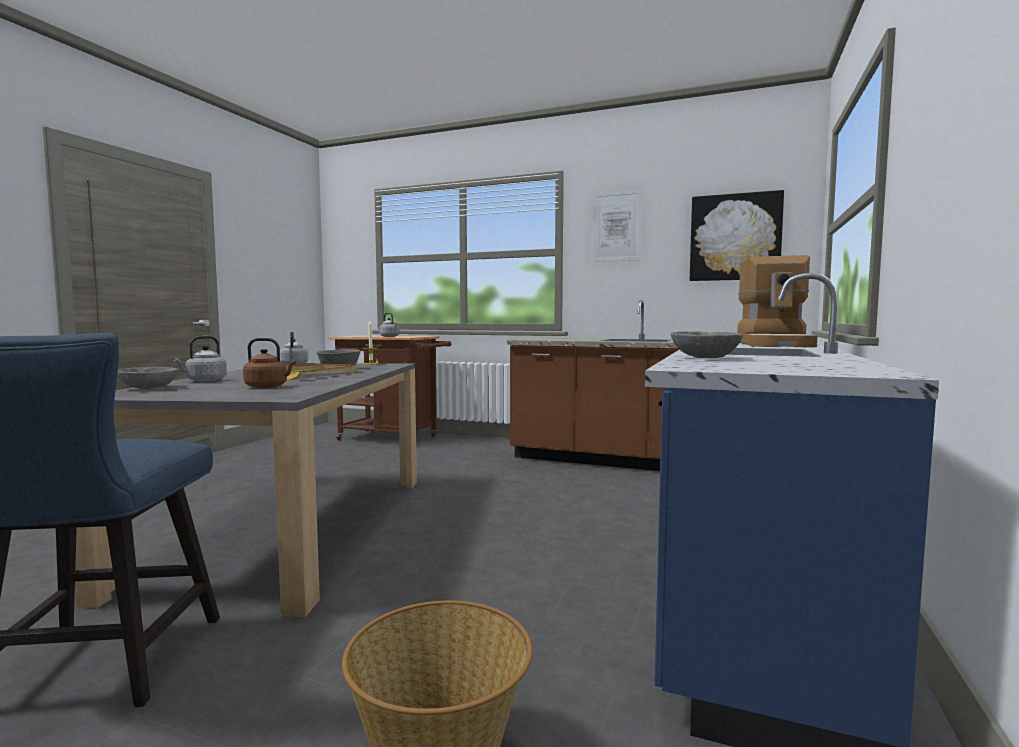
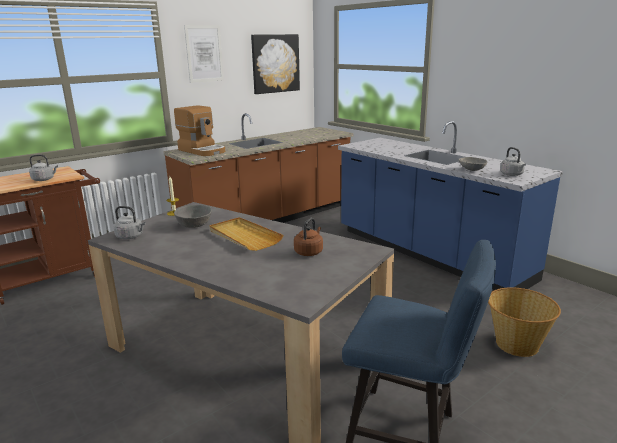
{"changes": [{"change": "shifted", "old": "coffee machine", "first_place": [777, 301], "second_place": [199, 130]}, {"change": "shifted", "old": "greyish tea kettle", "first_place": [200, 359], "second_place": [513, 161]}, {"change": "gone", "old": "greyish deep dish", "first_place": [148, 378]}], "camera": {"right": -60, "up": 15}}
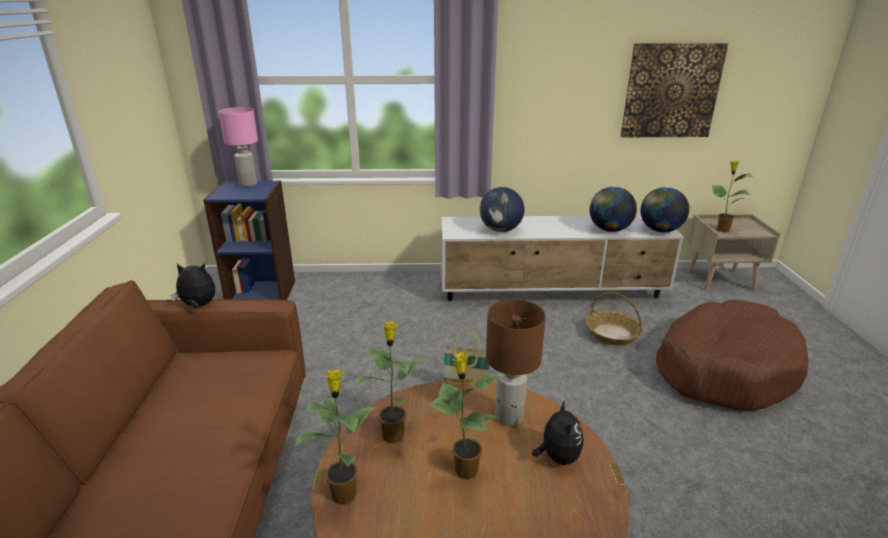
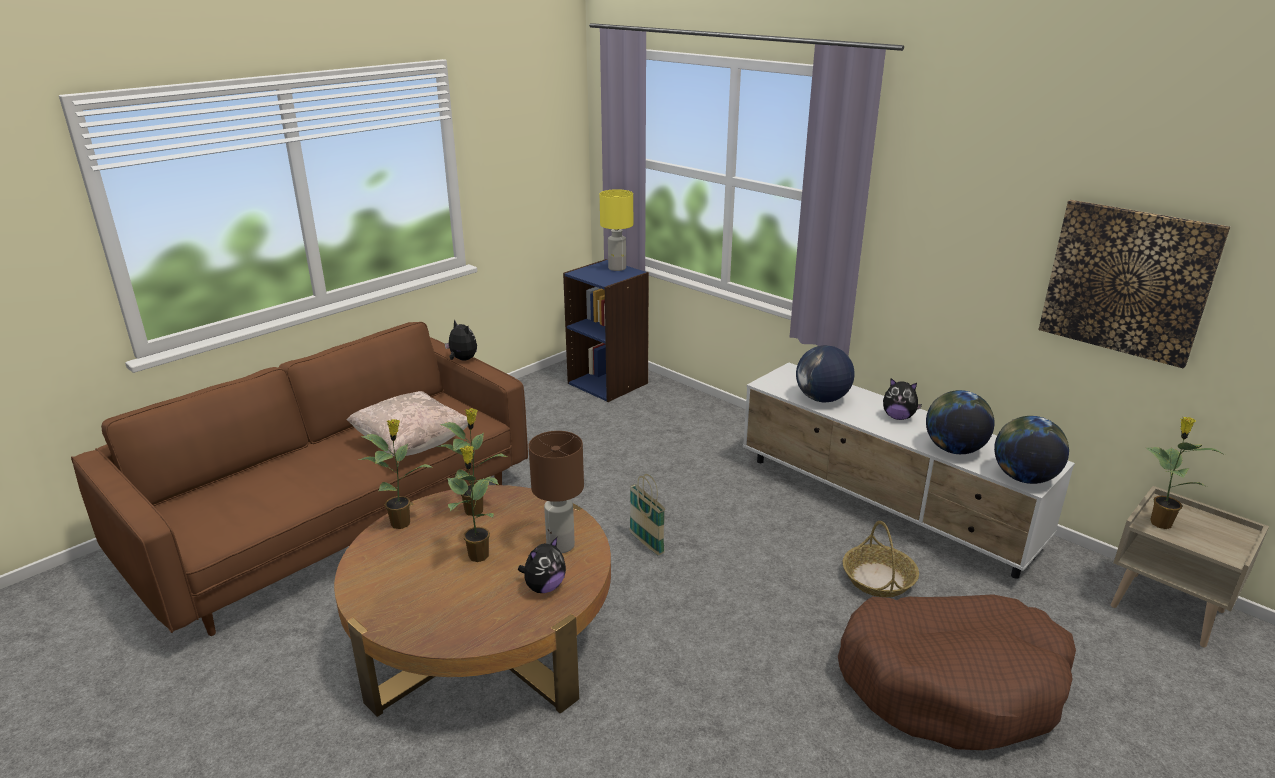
{"changes": [{"change": "new", "new": "beige cushion", "second_place": [407, 423]}, {"change": "repainted", "old": "pinkish tabletop lamp", "new": "yellow-coloured tabletop lamp", "first_place": [238, 147], "second_place": [616, 230]}, {"change": "new", "new": "soft toy", "second_place": [902, 399]}], "camera": {"right": 45, "up": 0}}
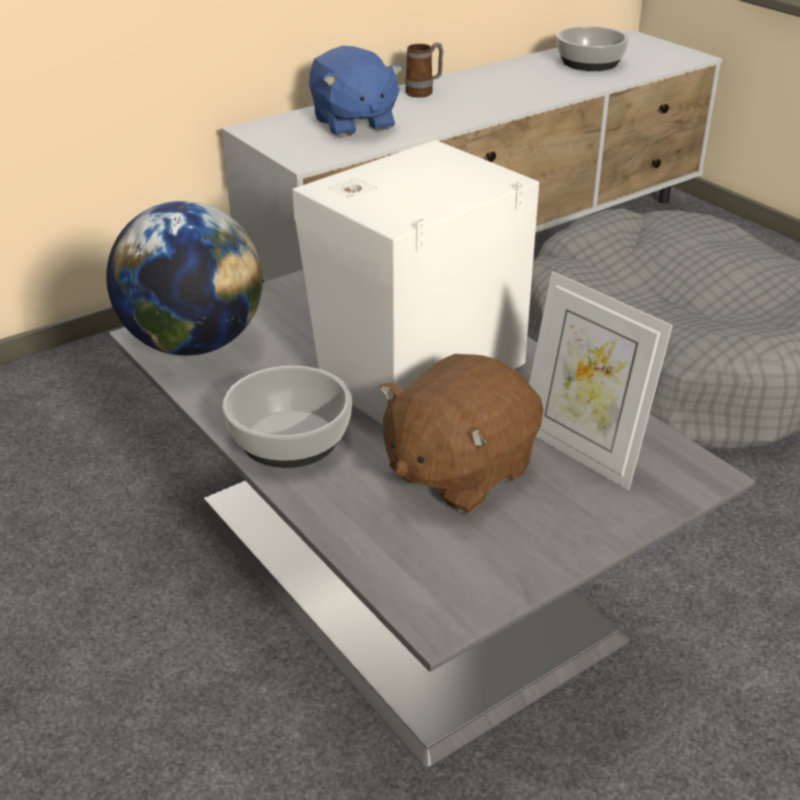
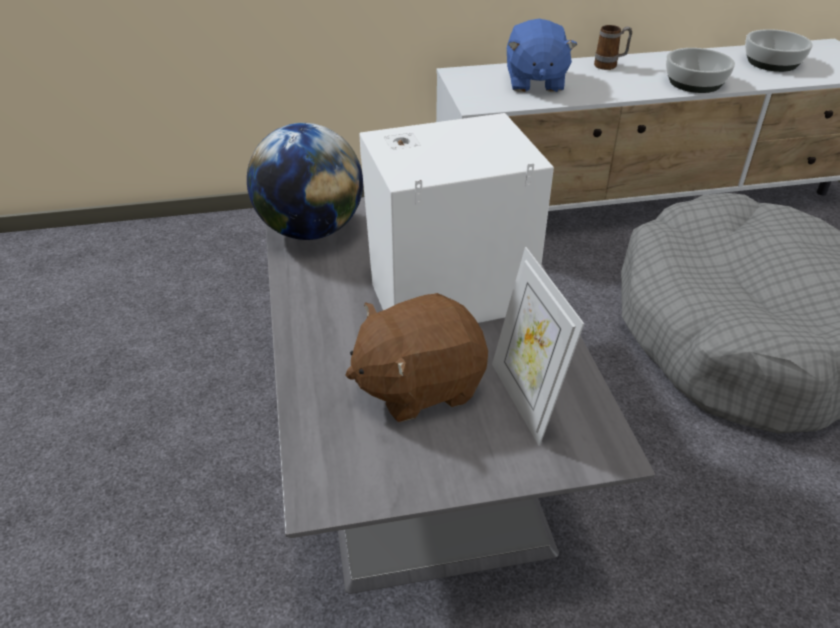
{"changes": [{"change": "shifted", "old": "deep dish", "first_place": [287, 417], "second_place": [700, 70]}], "camera": {"right": 25, "up": 5}}
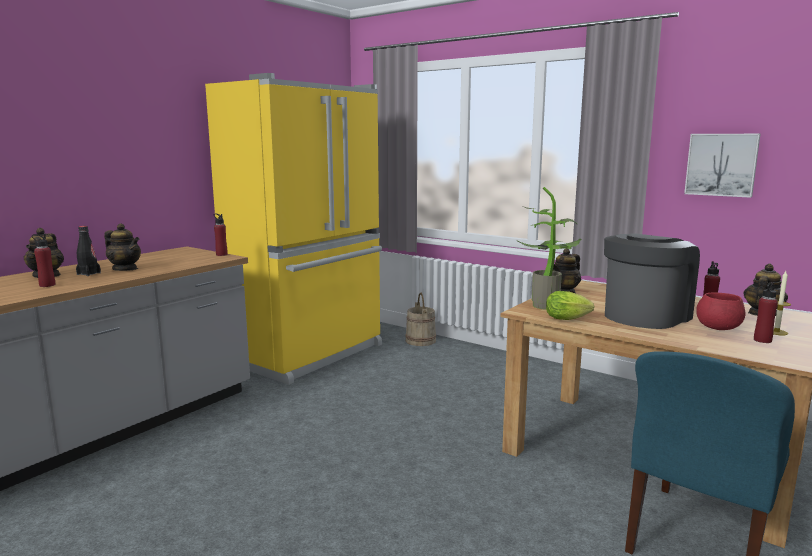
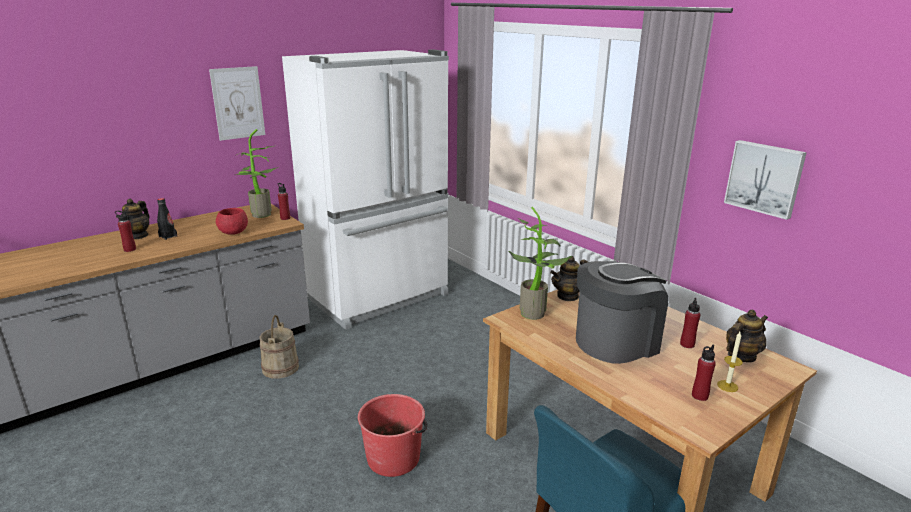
{"changes": [{"change": "new", "new": "wall picture", "second_place": [237, 103]}, {"change": "shifted", "old": "reddish deep dish", "first_place": [721, 311], "second_place": [232, 221]}, {"change": "new", "new": "houseplant", "second_place": [256, 173]}, {"change": "shifted", "old": "beige water bucket", "first_place": [420, 319], "second_place": [279, 347]}, {"change": "repainted", "old": "yellow-coloured refrigerator", "new": "white-coloured refrigerator", "first_place": [293, 229], "second_place": [365, 190]}, {"change": "new", "new": "reddish water bucket", "second_place": [393, 435]}, {"change": "gone", "old": "teapot", "first_place": [122, 247]}, {"change": "gone", "old": "lettuce head", "first_place": [570, 305]}], "camera": {"right": 15, "up": 10}}
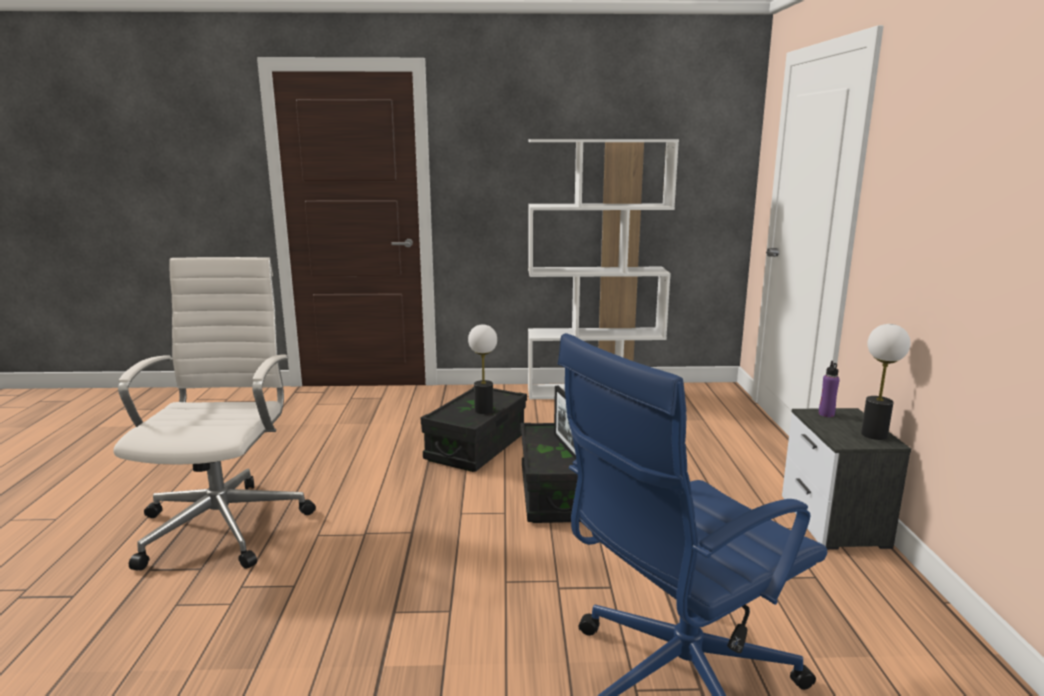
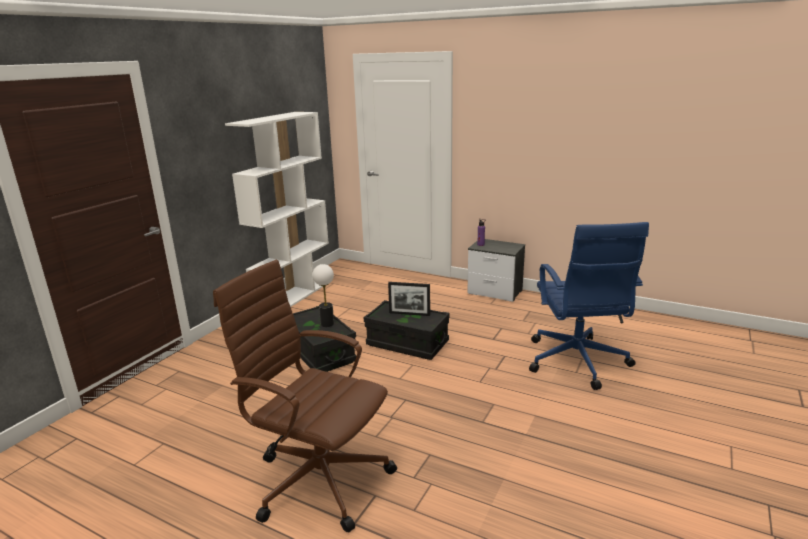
{"changes": [{"change": "repainted", "old": "white-coloured desk chair", "new": "brown desk chair", "first_place": [214, 414], "second_place": [305, 396]}, {"change": "gone", "old": "tabletop lamp", "first_place": [885, 382]}], "camera": {"right": -60, "up": 5}}
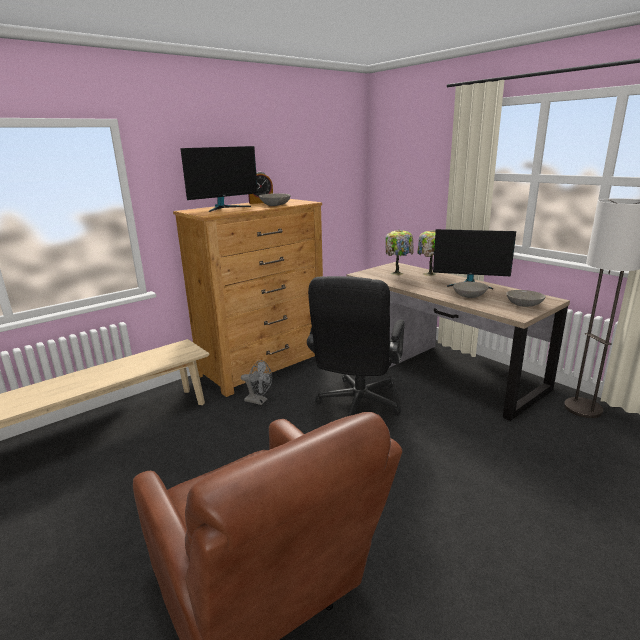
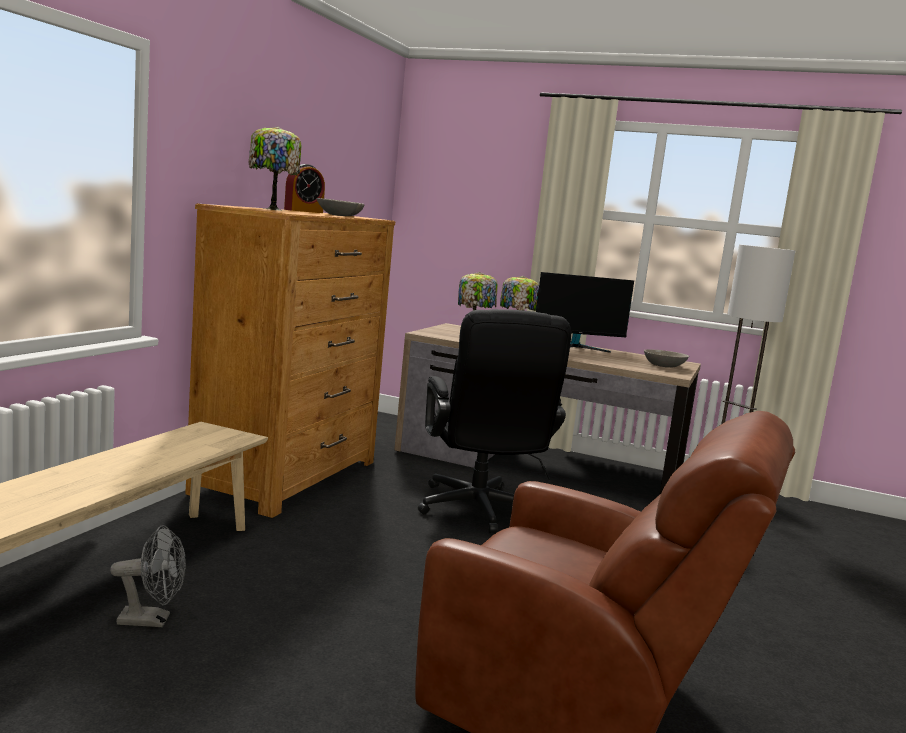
{"changes": [{"change": "shifted", "old": "greyish electric fan", "first_place": [256, 382], "second_place": [148, 576]}, {"change": "swapped", "old": "computer screen", "new": "tabletop lamp", "first_place": [219, 179], "second_place": [274, 168]}, {"change": "gone", "old": "greyish deep dish", "first_place": [470, 290]}], "camera": {"right": -30, "up": -10}}
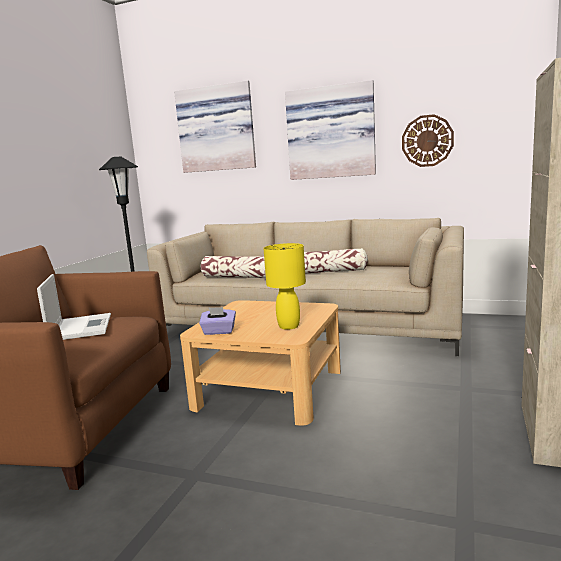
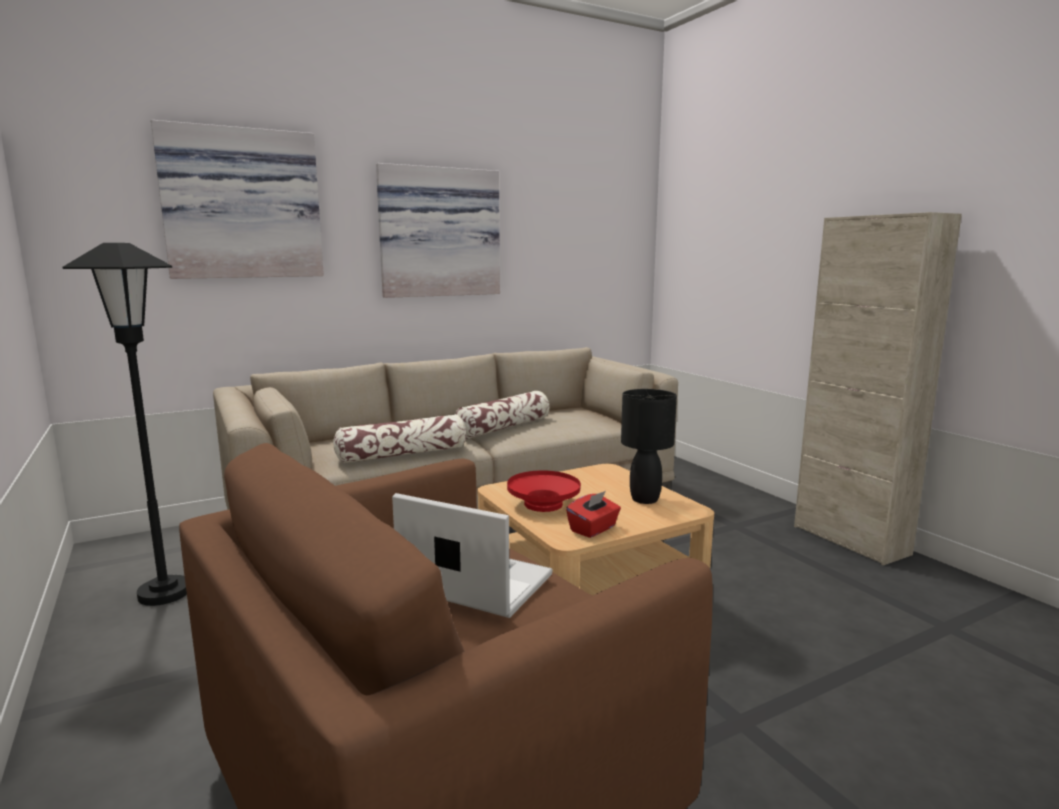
{"changes": [{"change": "new", "new": "reddish deep dish", "second_place": [544, 491]}, {"change": "repainted", "old": "purplish tissue box", "new": "reddish tissue box", "first_place": [217, 321], "second_place": [593, 514]}, {"change": "repainted", "old": "yellow-coloured tabletop lamp", "new": "black-coloured tabletop lamp", "first_place": [284, 286], "second_place": [649, 446]}, {"change": "gone", "old": "wall clock", "first_place": [428, 140]}], "camera": {"right": -50, "up": 0}}
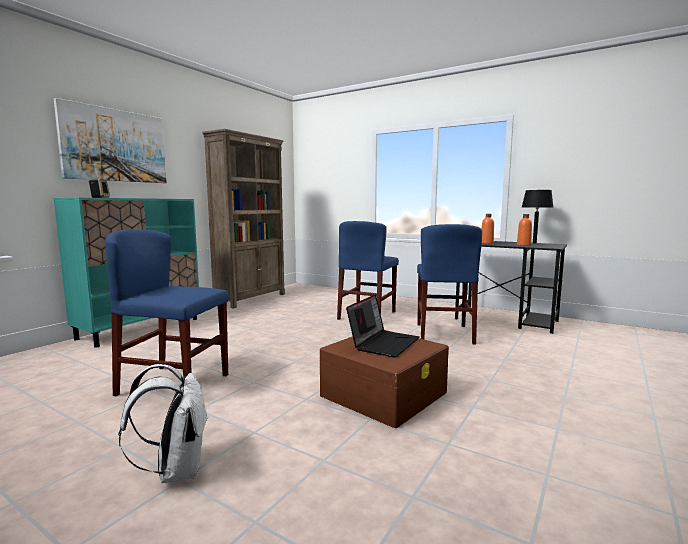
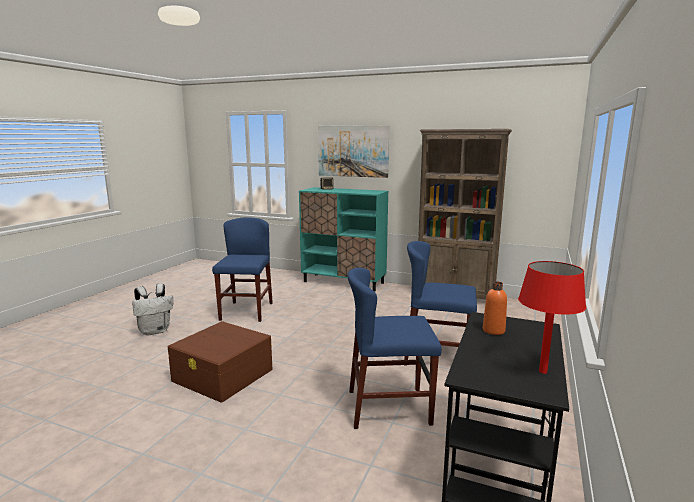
{"changes": [{"change": "repainted", "old": "black-coloured tabletop lamp", "new": "reddish tabletop lamp", "first_place": [538, 217], "second_place": [552, 317]}, {"change": "gone", "old": "laptop", "first_place": [382, 326]}, {"change": "gone", "old": "orange-coloured beverage bottle", "first_place": [524, 230]}], "camera": {"right": 80, "up": 5}}
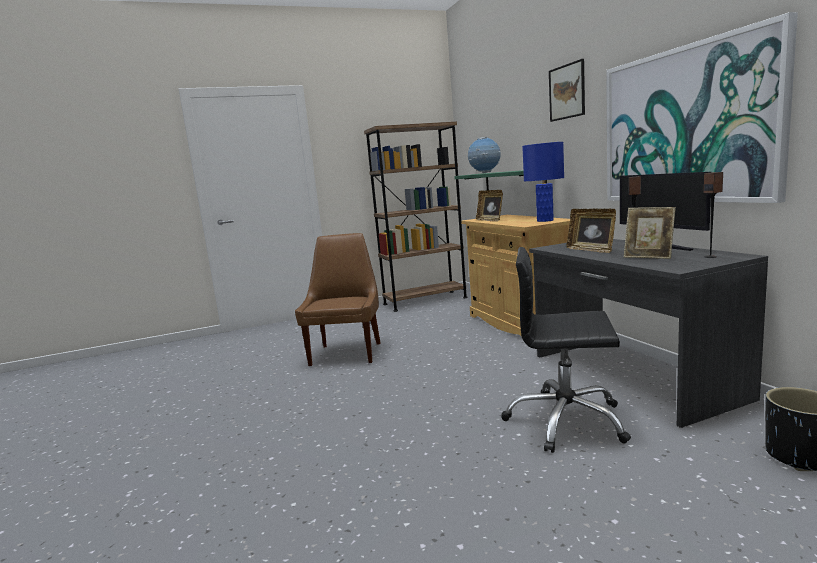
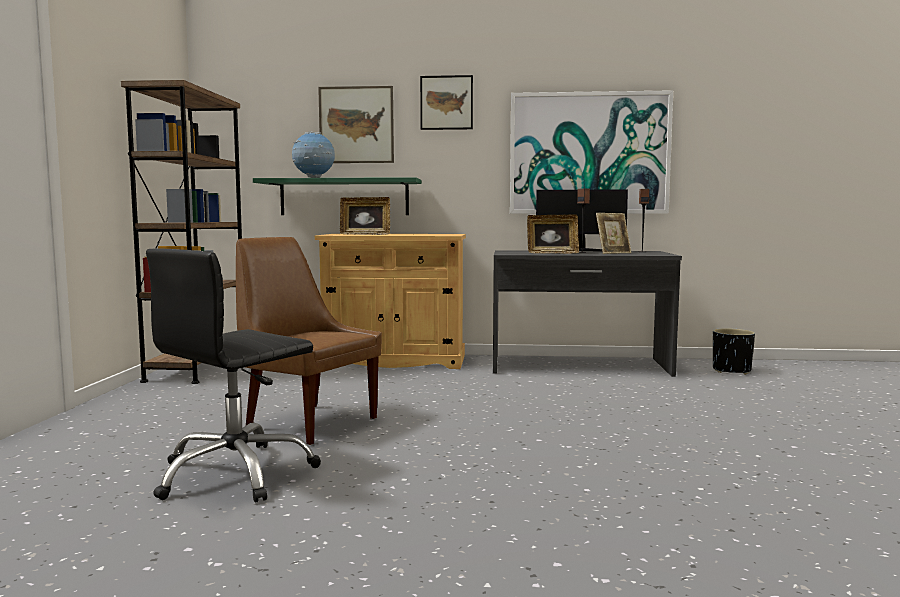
{"changes": [{"change": "shifted", "old": "black-coloured desk chair", "first_place": [566, 350], "second_place": [233, 375]}, {"change": "new", "new": "wall picture", "second_place": [356, 124]}, {"change": "gone", "old": "blue-coloured tabletop lamp", "first_place": [543, 182]}], "camera": {"right": -65, "up": -5}}
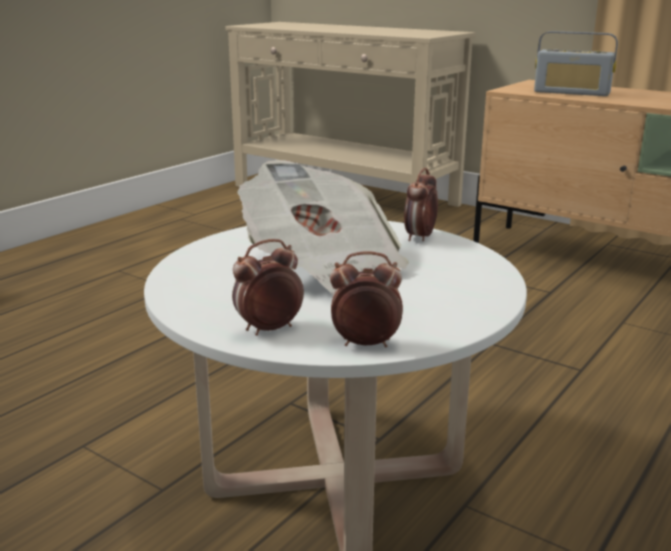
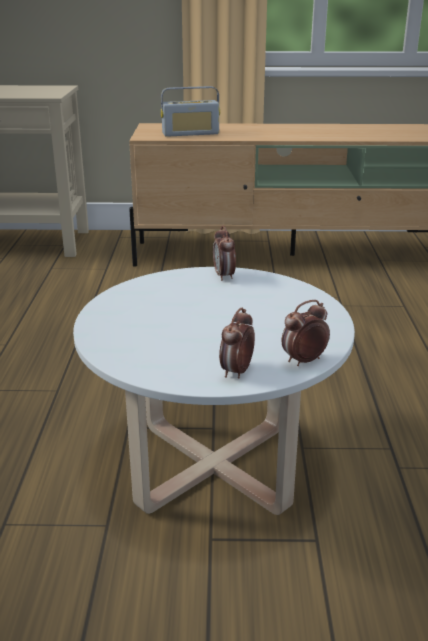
{"changes": [{"change": "gone", "old": "printed paper", "first_place": [323, 227]}], "camera": {"right": -35, "up": 5}}
